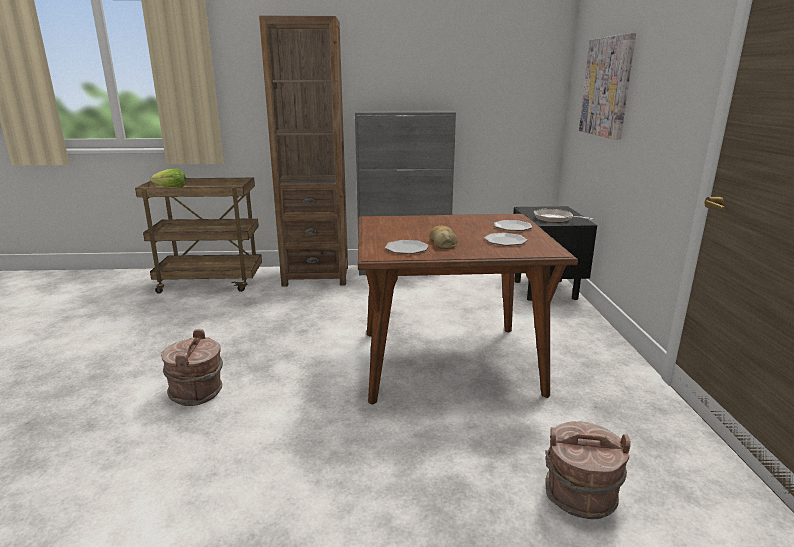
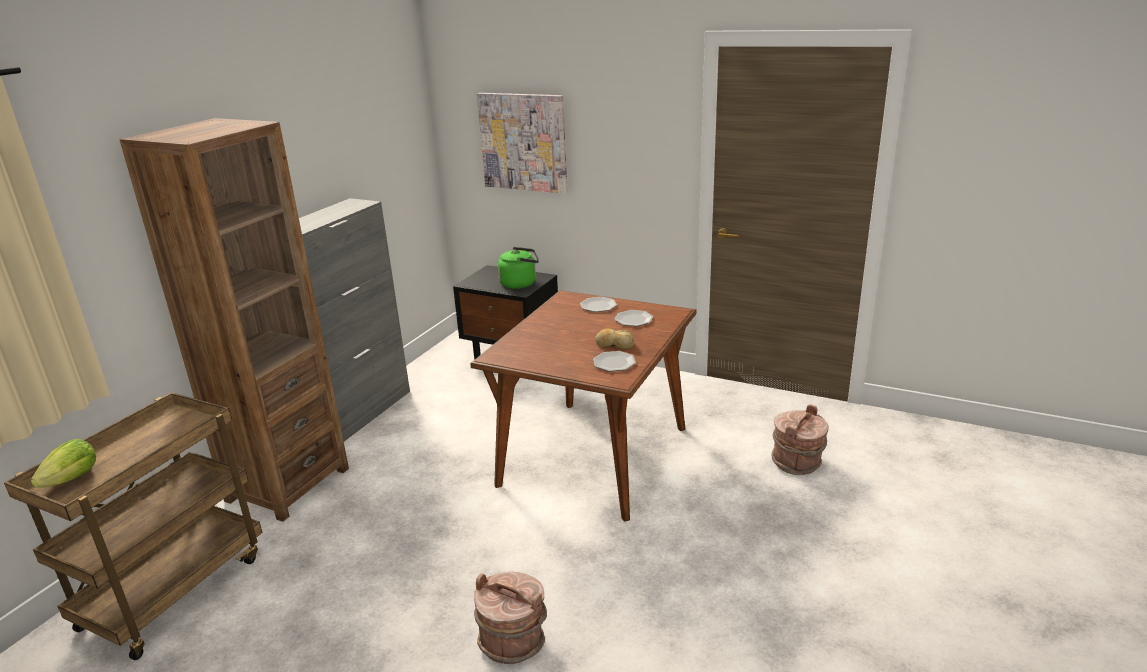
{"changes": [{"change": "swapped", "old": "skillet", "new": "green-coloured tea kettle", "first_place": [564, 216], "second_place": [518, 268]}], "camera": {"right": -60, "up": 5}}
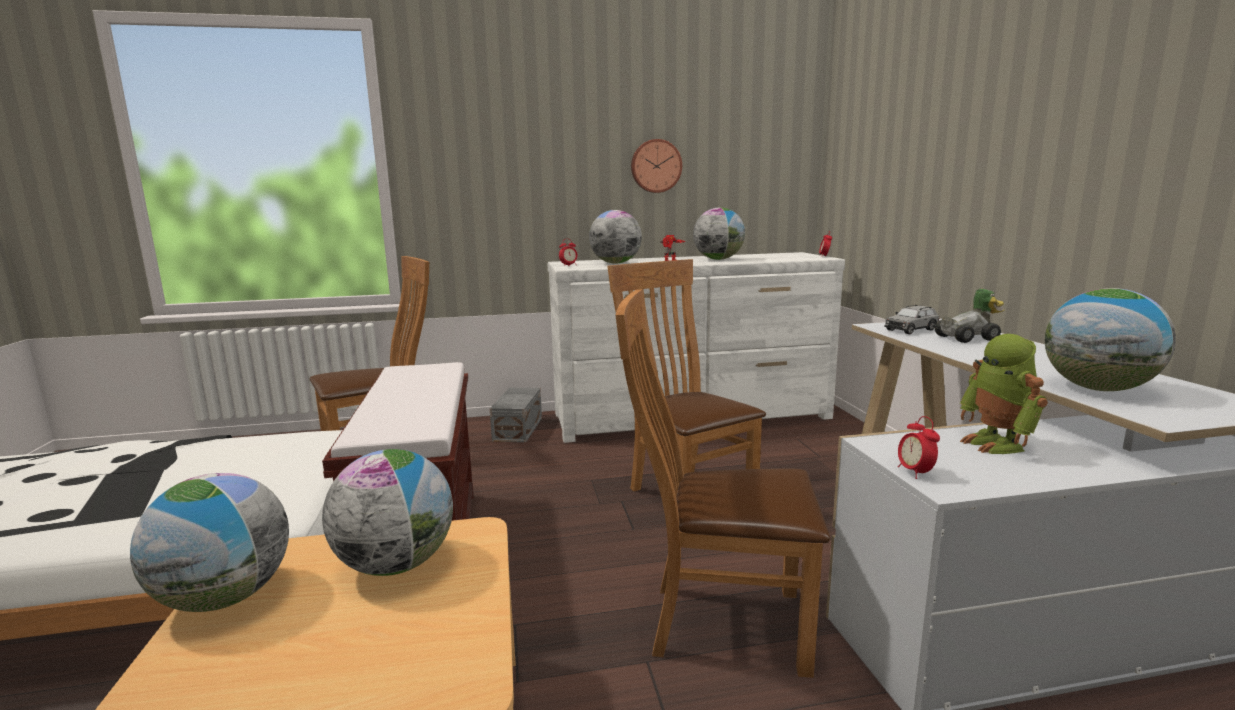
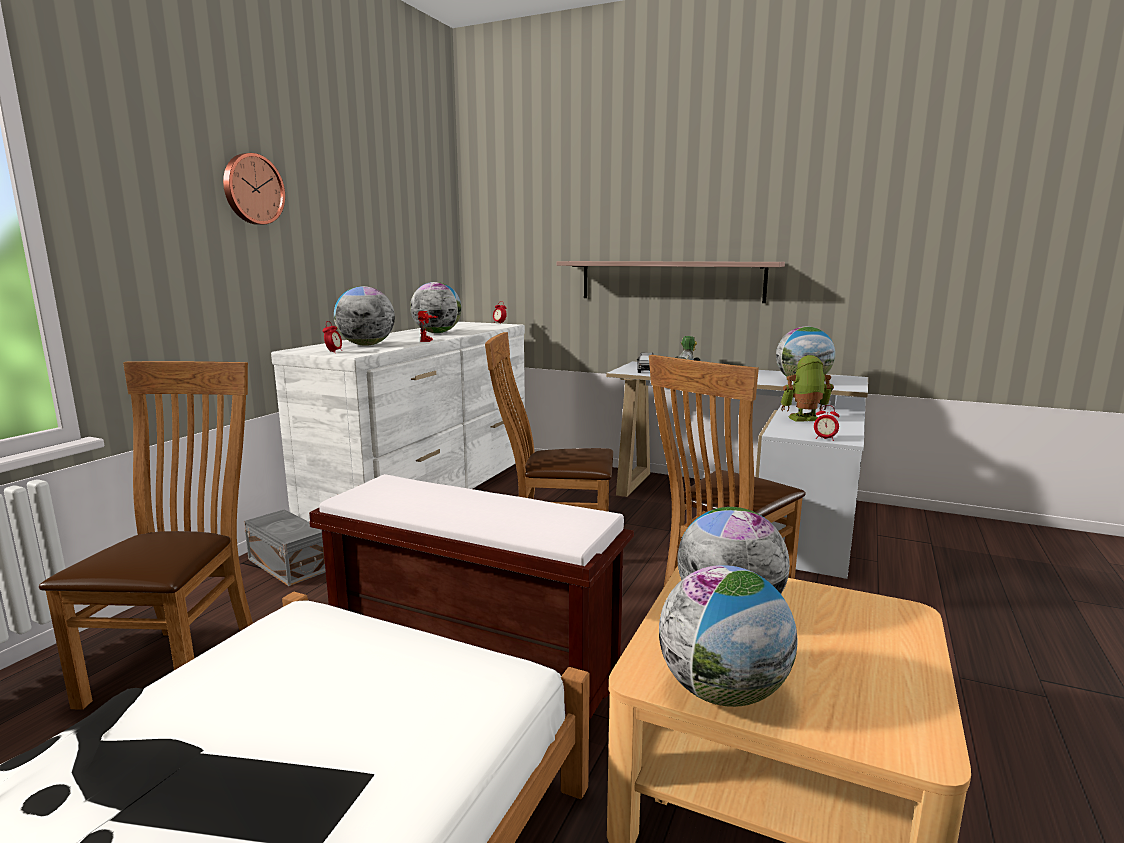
{"changes": [{"change": "shifted", "old": "wall clock", "first_place": [656, 166], "second_place": [254, 189]}, {"change": "new", "new": "bracket shelf", "second_place": [671, 282]}, {"change": "rotated", "old": "toy robot", "first_place": [1004, 394], "second_place": [807, 388], "degrees": 150}], "camera": {"right": -55, "up": 0}}
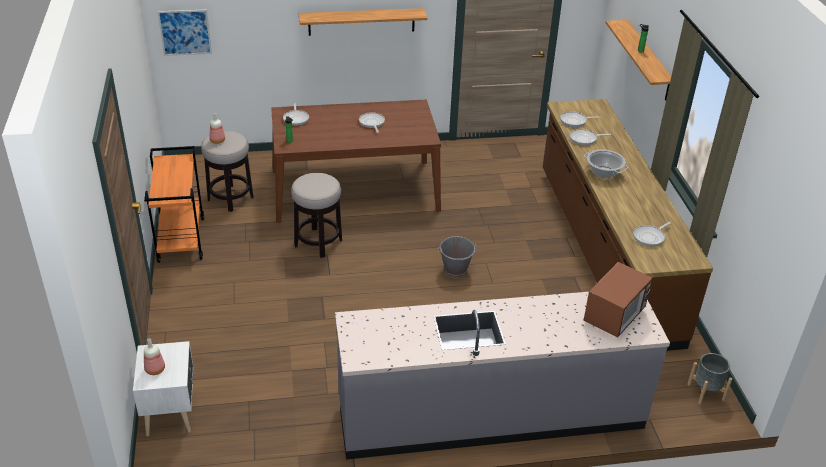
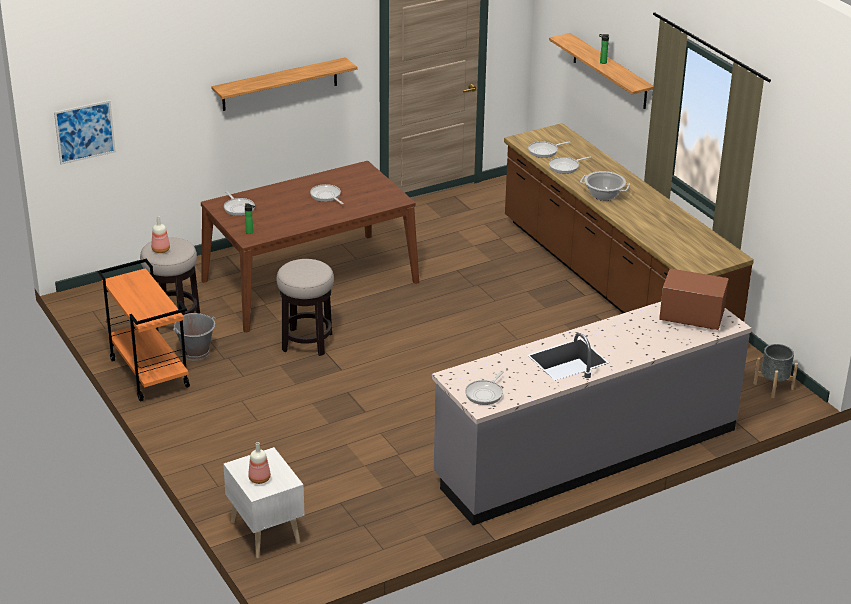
{"changes": [{"change": "shifted", "old": "greyish water bucket", "first_place": [457, 257], "second_place": [194, 337]}, {"change": "shifted", "old": "skillet", "first_place": [652, 234], "second_place": [484, 388]}, {"change": "rotated", "old": "microwave", "first_place": [618, 300], "second_place": [694, 299], "degrees": -90}], "camera": {"right": -20, "up": -5}}
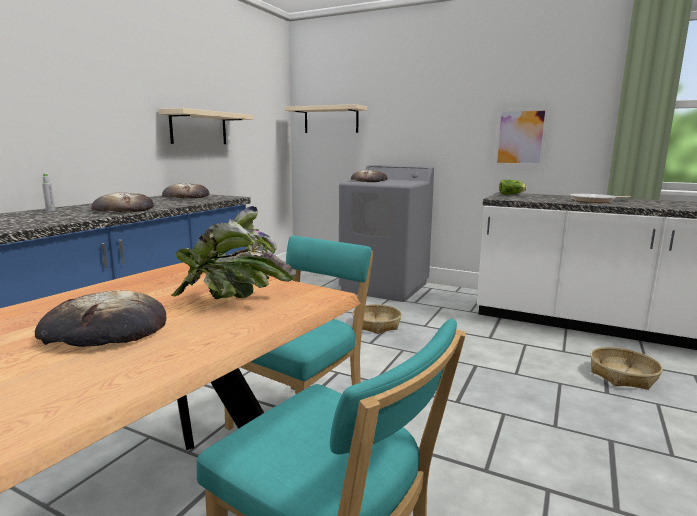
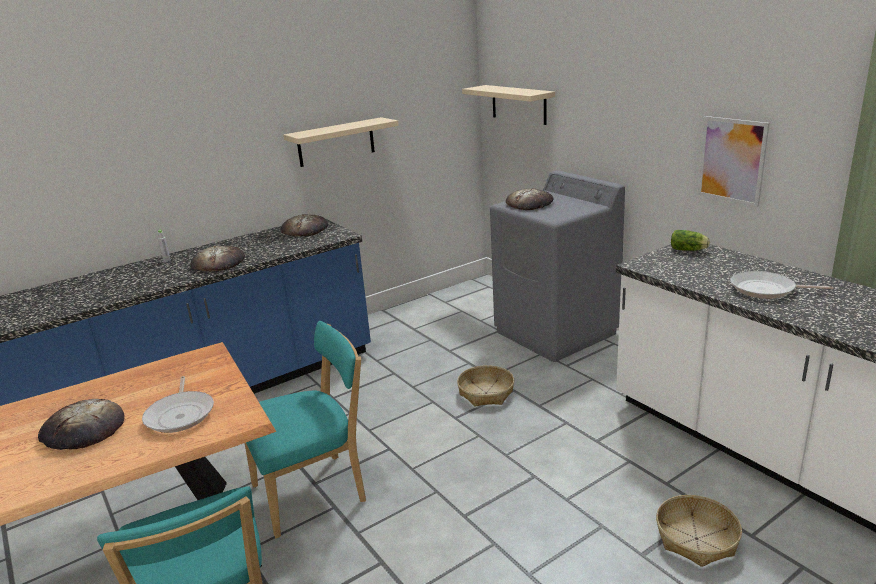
{"changes": [{"change": "swapped", "old": "houseplant", "new": "skillet", "first_place": [233, 252], "second_place": [178, 404]}], "camera": {"right": 30, "up": 10}}
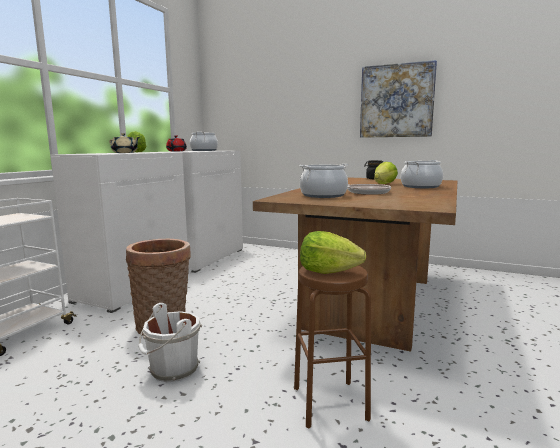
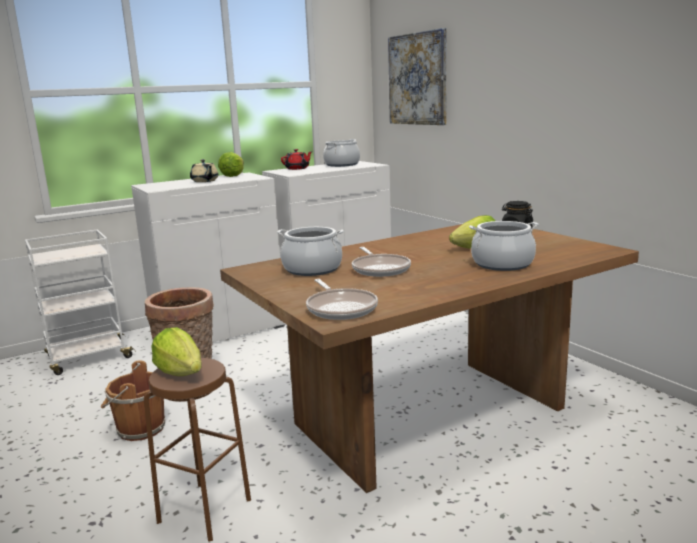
{"changes": [{"change": "repainted", "old": "white-coloured water bucket", "new": "brown water bucket", "first_place": [170, 343], "second_place": [133, 400]}, {"change": "new", "new": "skillet", "second_place": [342, 299]}, {"change": "shifted", "old": "wall picture", "first_place": [398, 99], "second_place": [417, 76]}], "camera": {"right": 35, "up": 5}}
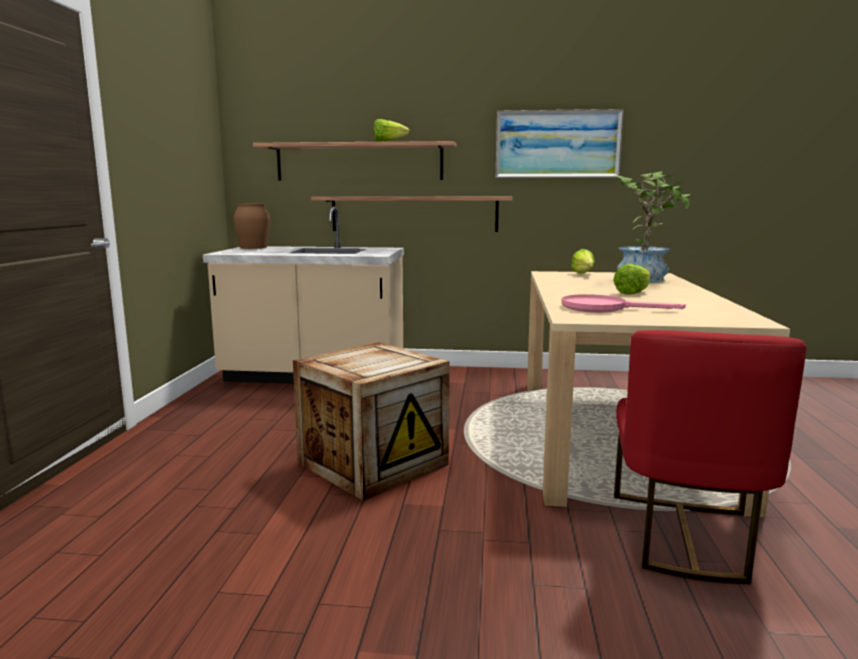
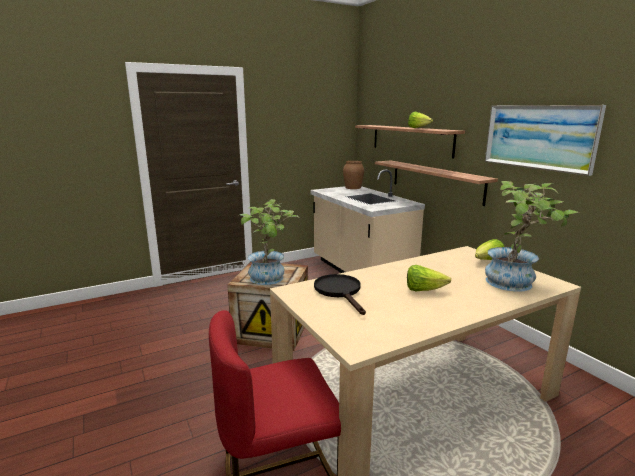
{"changes": [{"change": "new", "new": "houseplant", "second_place": [270, 242]}, {"change": "repainted", "old": "pinkish skillet", "new": "black-coloured skillet", "first_place": [623, 303], "second_place": [340, 294]}], "camera": {"right": 55, "up": 5}}
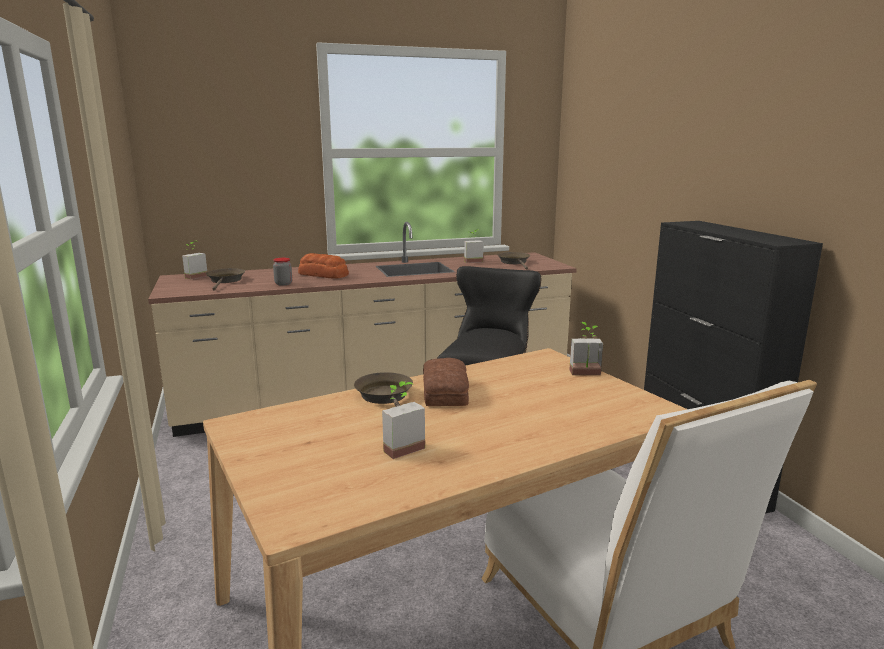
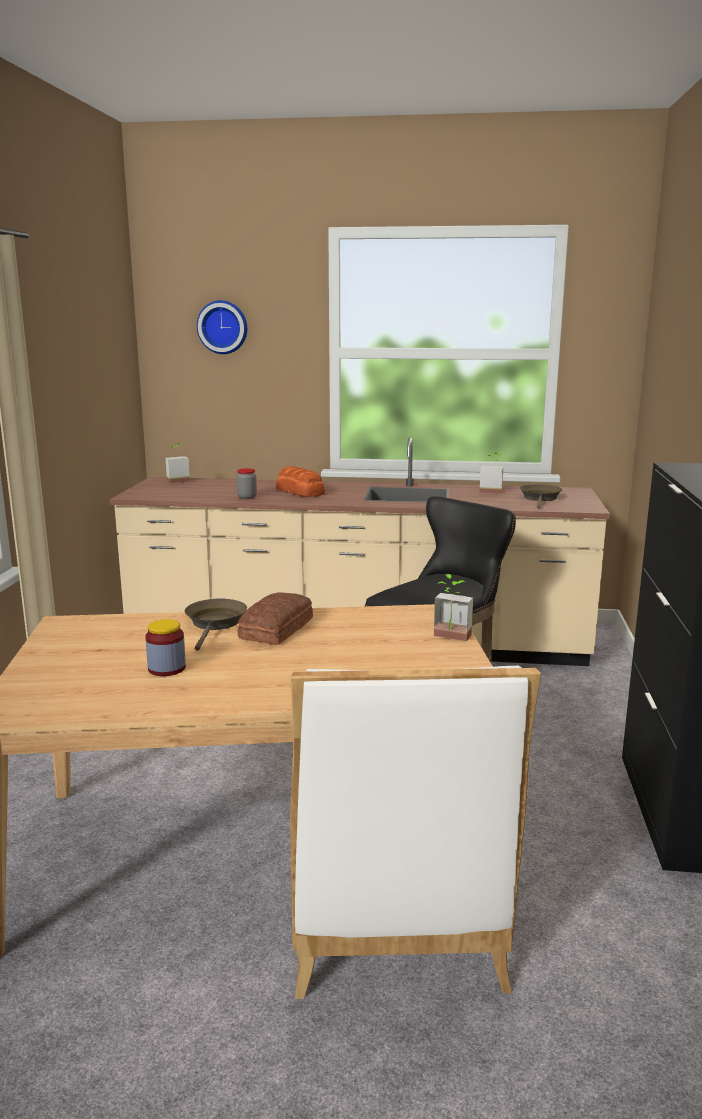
{"changes": [{"change": "swapped", "old": "houseplant", "new": "storage jar", "first_place": [403, 420], "second_place": [165, 647]}, {"change": "new", "new": "wall clock", "second_place": [222, 327]}, {"change": "gone", "old": "brown skillet", "first_place": [225, 279]}], "camera": {"right": 25, "up": 0}}
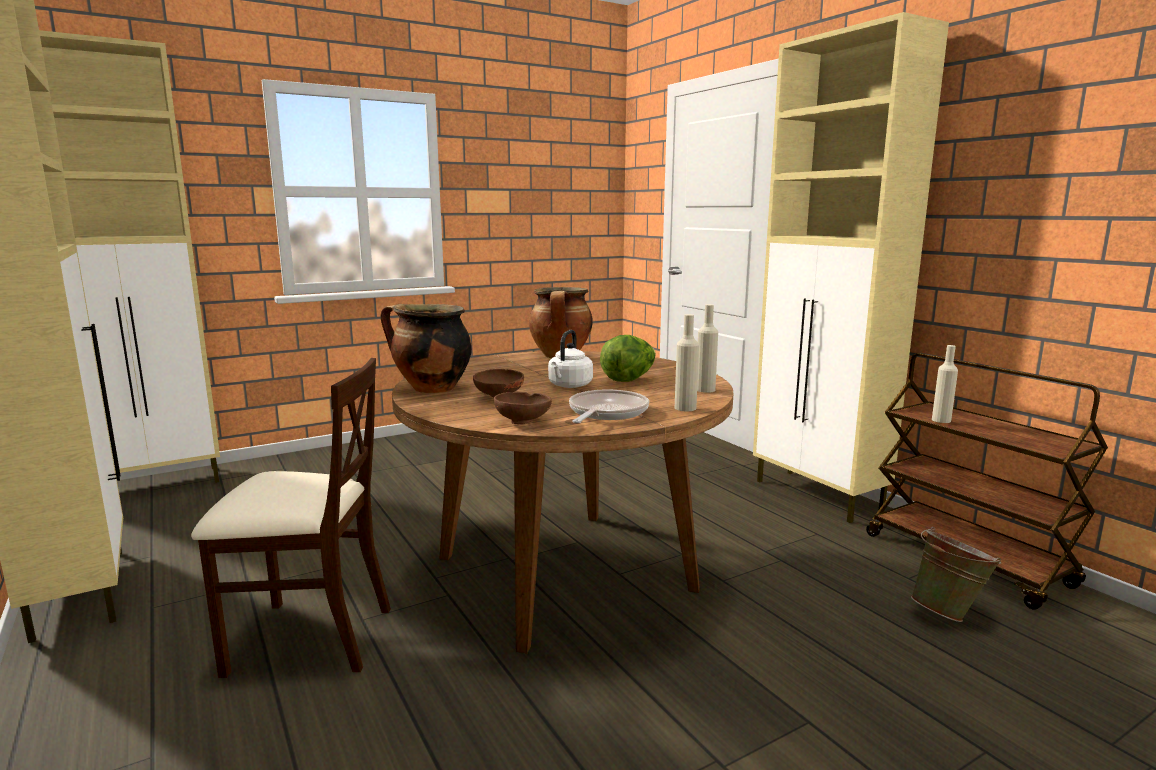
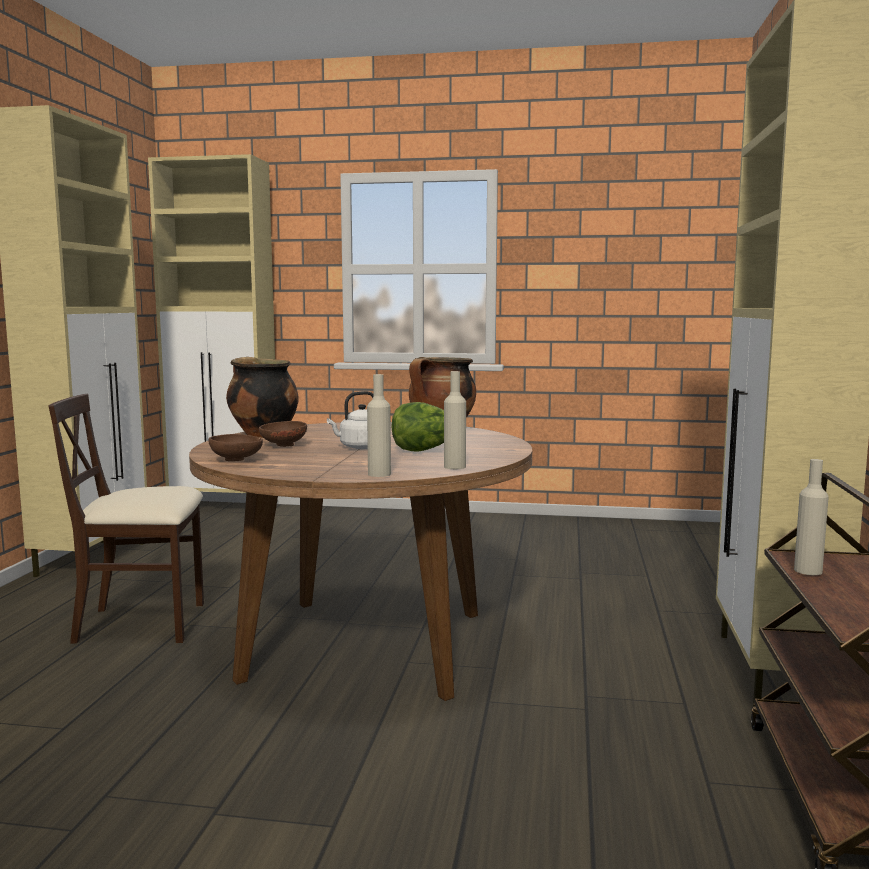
{"changes": [{"change": "rotated", "old": "beige plain chair", "first_place": [291, 518], "second_place": [126, 519], "degrees": 135}, {"change": "gone", "old": "skillet", "first_place": [609, 406]}, {"change": "gone", "old": "green-coloured water bucket", "first_place": [956, 574]}], "camera": {"right": 40, "up": -5}}
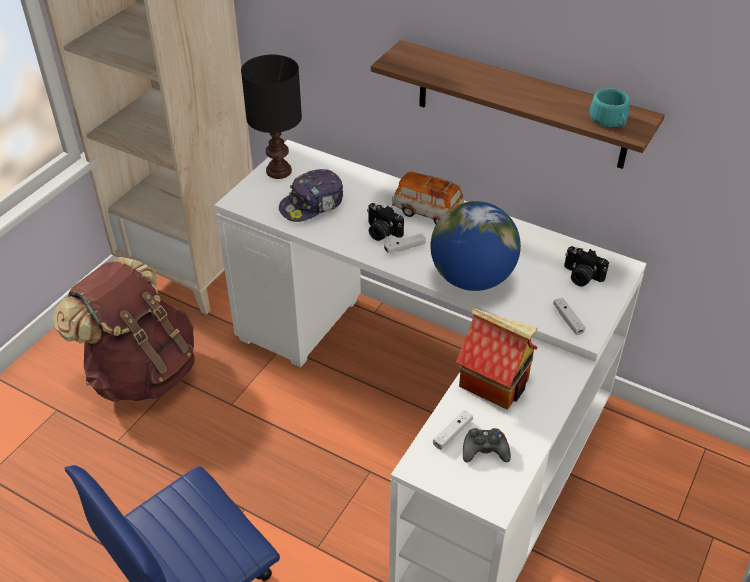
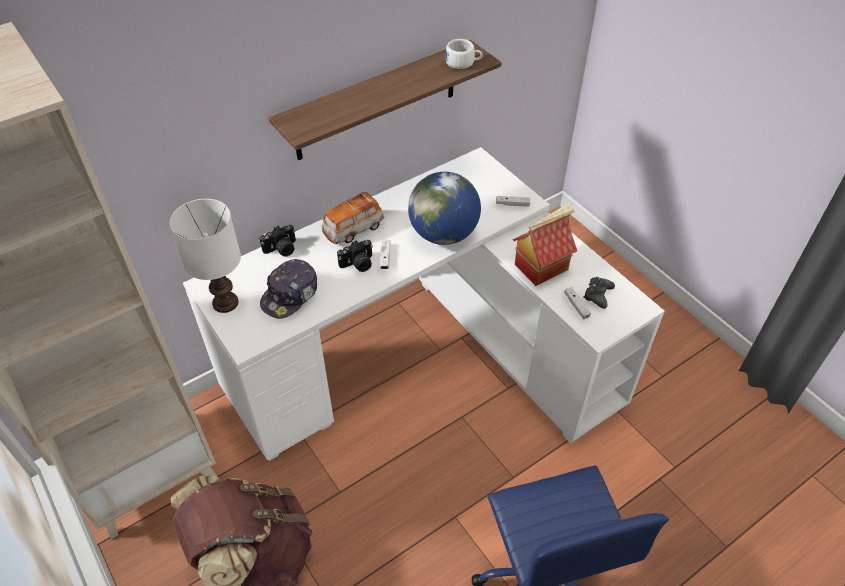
{"changes": [{"change": "repainted", "old": "black-coloured tabletop lamp", "new": "white-coloured tabletop lamp", "first_place": [271, 117], "second_place": [205, 256]}, {"change": "shifted", "old": "photo camera", "first_place": [586, 266], "second_place": [277, 241]}, {"change": "rotated", "old": "peaked cap", "first_place": [311, 195], "second_place": [288, 289], "degrees": 45}, {"change": "repainted", "old": "turquoise-coloured cup", "new": "white-coloured cup", "first_place": [609, 107], "second_place": [464, 54]}], "camera": {"right": -65, "up": 5}}
